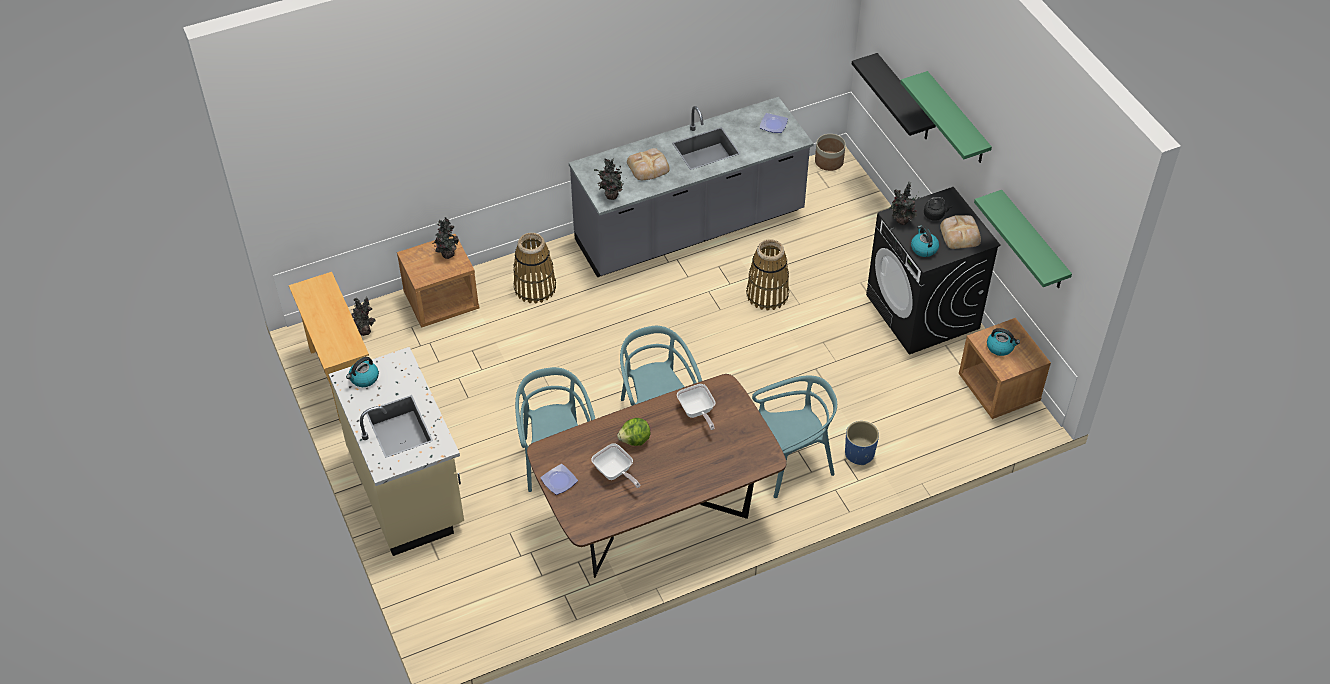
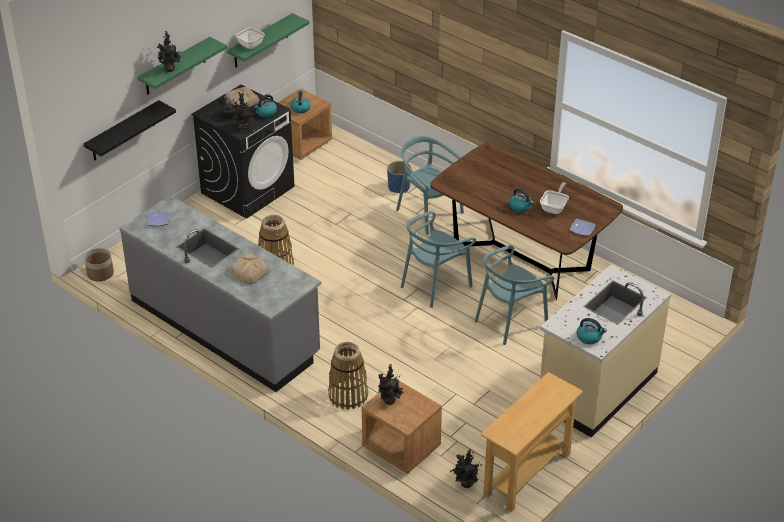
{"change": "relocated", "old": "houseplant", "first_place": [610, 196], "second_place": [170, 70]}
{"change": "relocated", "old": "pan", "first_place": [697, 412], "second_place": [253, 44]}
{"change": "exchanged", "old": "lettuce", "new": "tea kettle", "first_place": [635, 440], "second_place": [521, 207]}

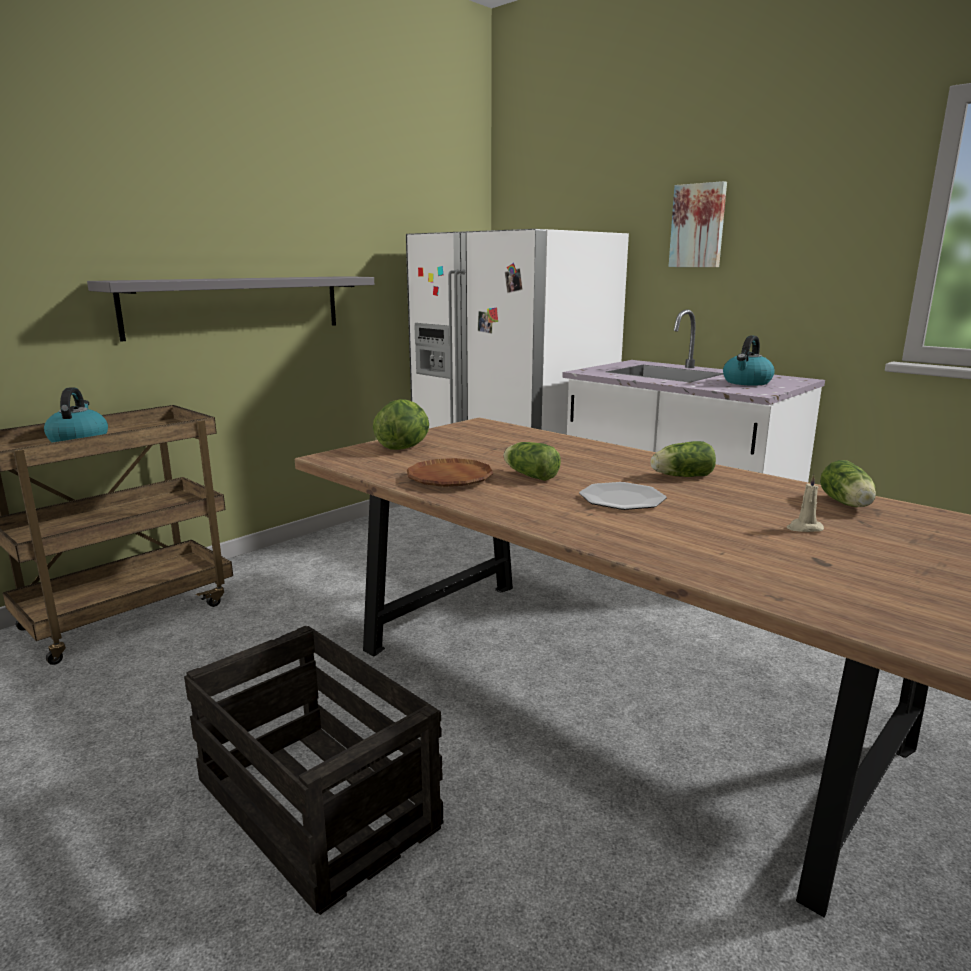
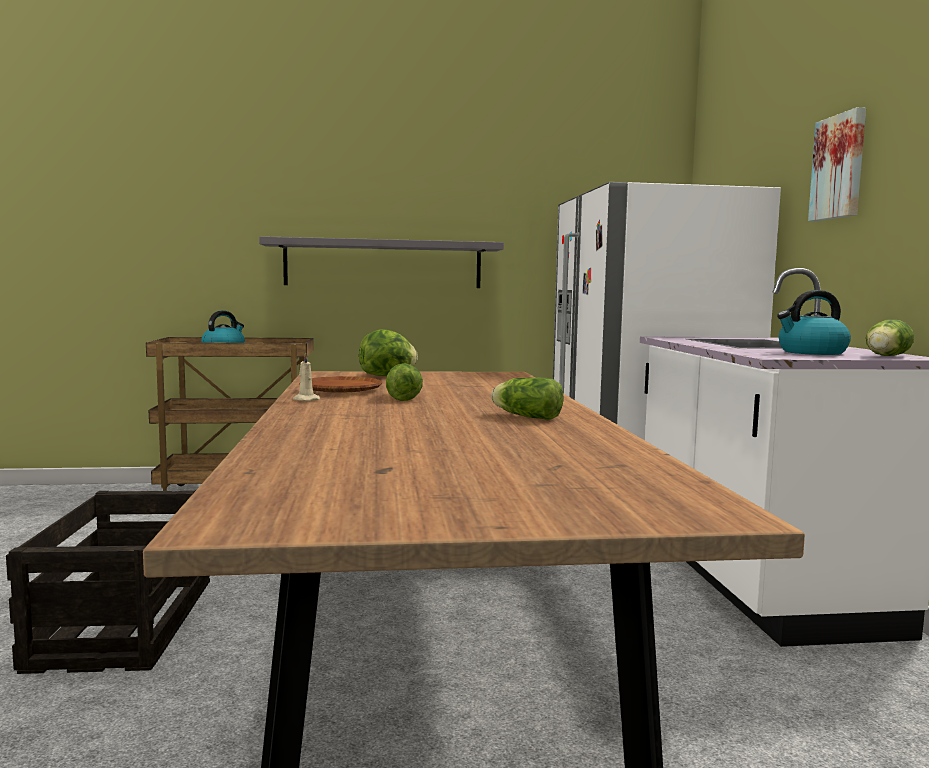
{"change": "relocated", "old": "candle in beige-coloured", "first_place": [804, 528], "second_place": [305, 400]}
{"change": "relocated", "old": "lettuce", "first_place": [847, 504], "second_place": [885, 356]}
{"change": "missing", "old": "dinner plate", "first_place": [622, 499]}

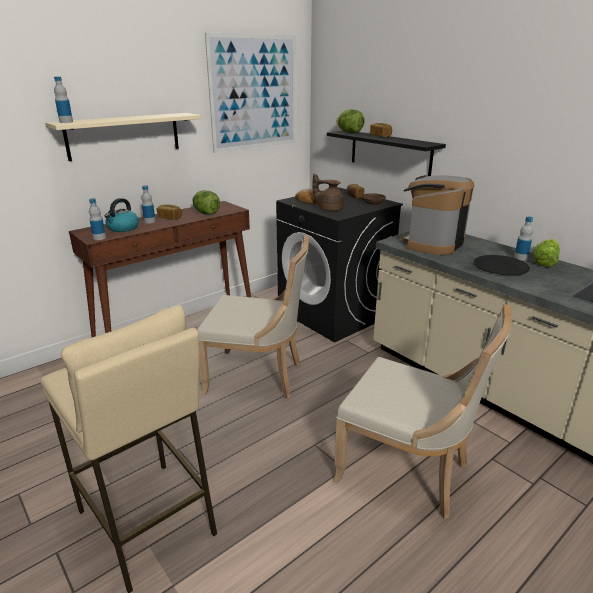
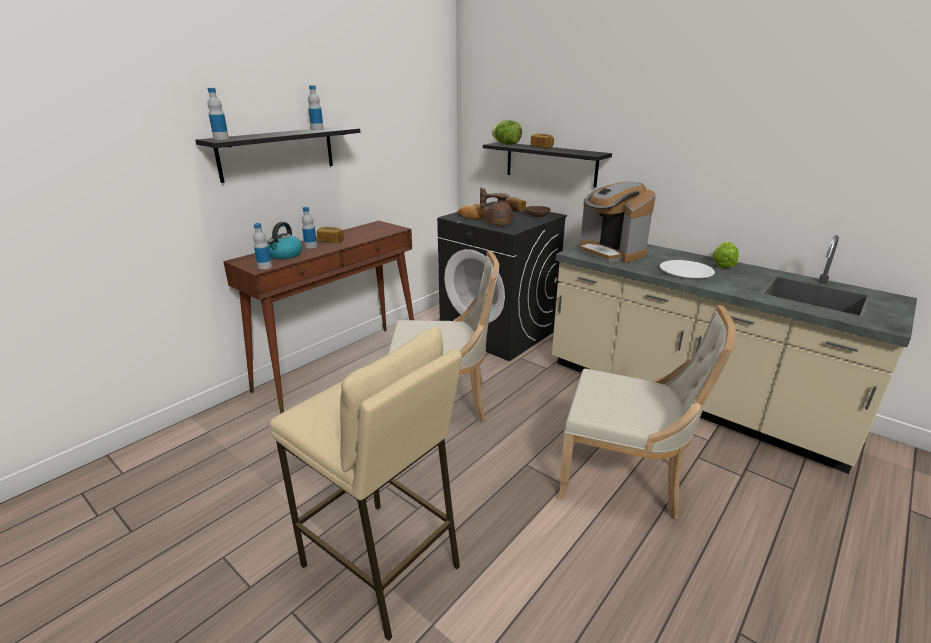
{"change": "colour", "old": "shelf in beige-coloured", "new": "shelf in blackish", "first_place": [124, 136], "second_place": [277, 153]}
{"change": "relocated", "old": "drink bottle", "first_place": [520, 258], "second_place": [317, 129]}
{"change": "spun", "old": "coffee maker", "first_place": [432, 243], "second_place": [611, 252], "degrees": -60}
{"change": "colour", "old": "dinner plate in blackish", "new": "dinner plate in white", "first_place": [500, 267], "second_place": [686, 271]}
{"change": "missing", "old": "lettuce", "first_place": [206, 213]}
{"change": "missing", "old": "wall art", "first_place": [254, 93]}

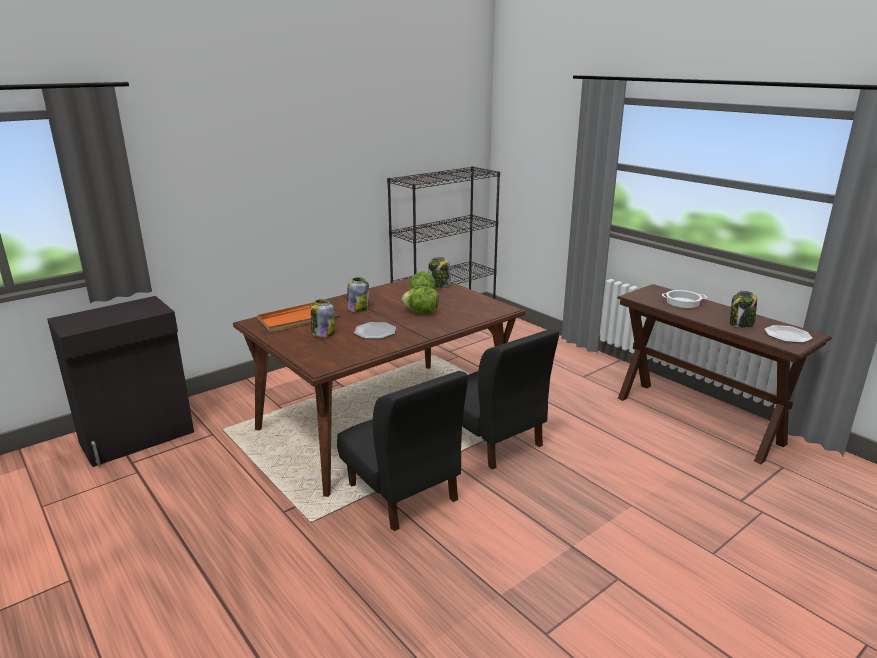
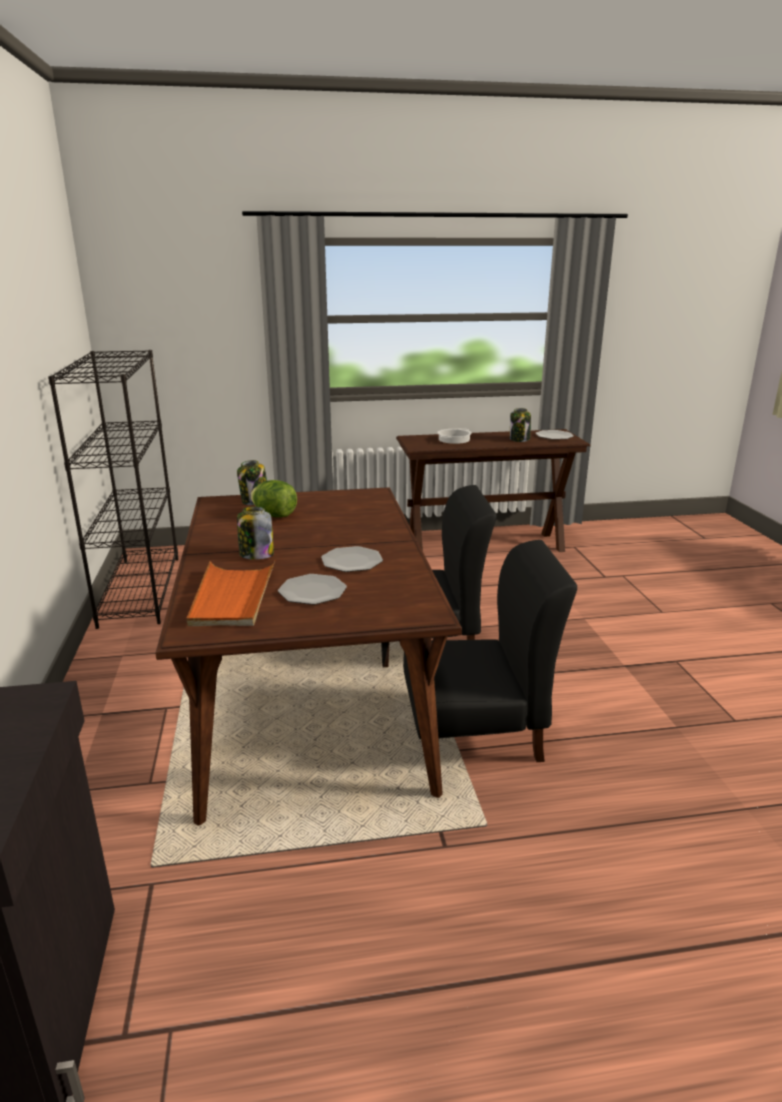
{"change": "exchanged", "old": "preserve jar", "new": "dinner plate", "first_place": [323, 333], "second_place": [312, 591]}
{"change": "missing", "old": "lettuce", "first_place": [421, 312]}

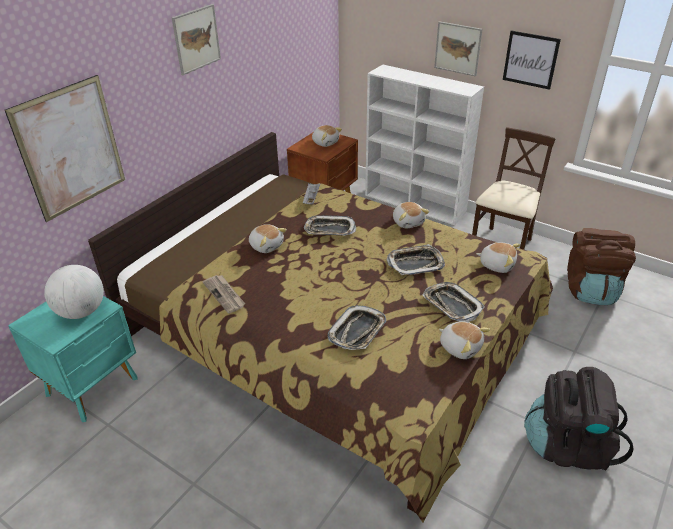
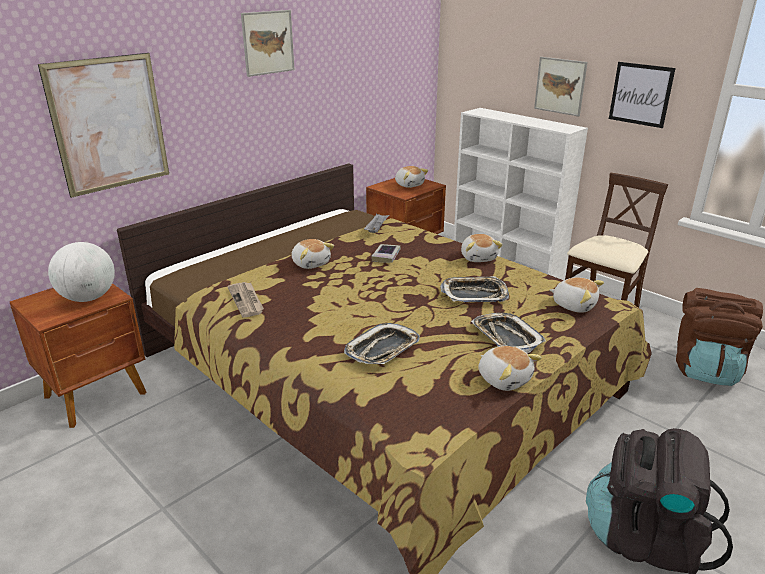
{"change": "colour", "old": "bedside table in turquoise-coloured", "new": "bedside table in brownish", "first_place": [94, 386], "second_place": [97, 395]}
{"change": "exchanged", "old": "serving tray", "new": "volume", "first_place": [329, 230], "second_place": [386, 256]}

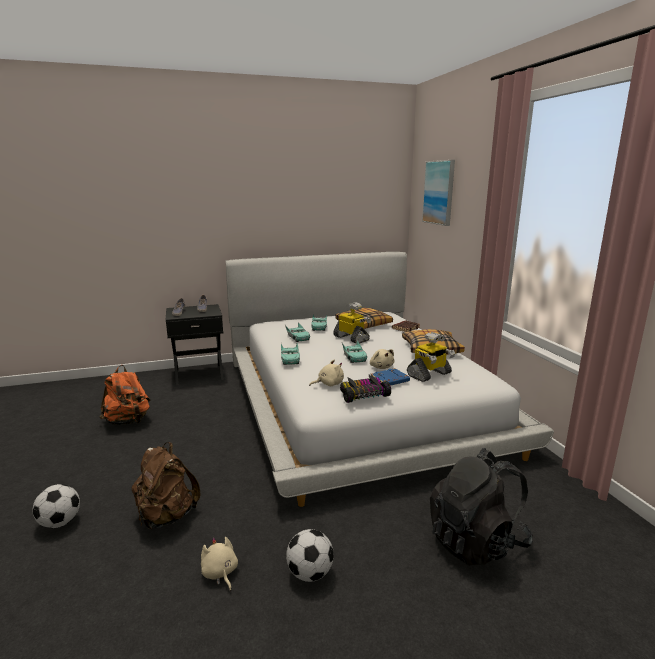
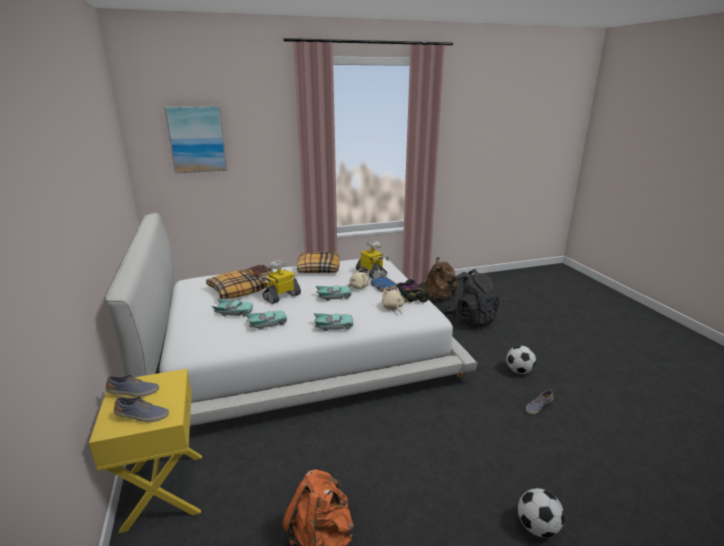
{"change": "colour", "old": "bedside table in blackish", "new": "bedside table in yellow", "first_place": [199, 373], "second_place": [162, 491]}
{"change": "relocated", "old": "rucksack in brownish", "first_place": [166, 516], "second_place": [439, 298]}
{"change": "exchanged", "old": "plush toy in beige-coloured", "new": "item of footwear", "first_place": [220, 573], "second_place": [538, 406]}

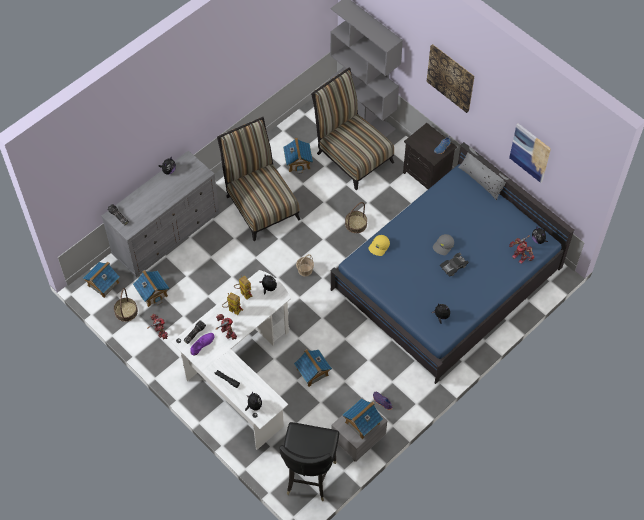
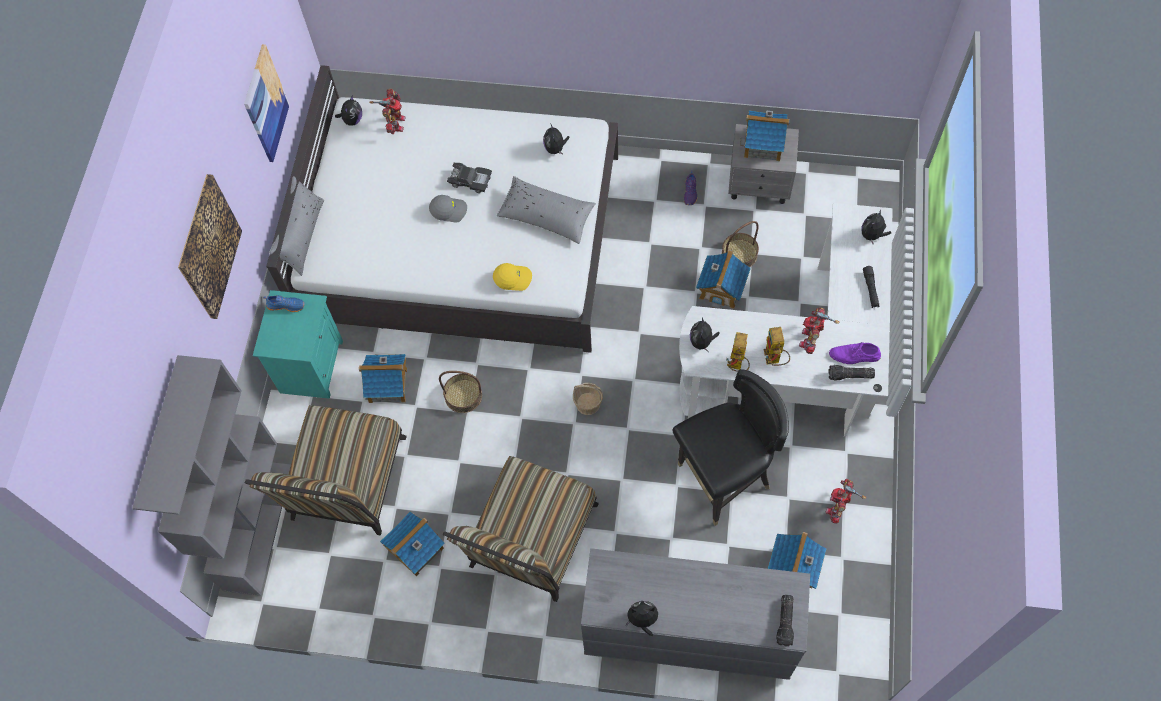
{"change": "colour", "old": "bedside table in blackish", "new": "bedside table in turquoise-coloured", "first_place": [427, 175], "second_place": [310, 365]}
{"change": "colour", "old": "sleeping bed in blue-coloured", "new": "sleeping bed in white", "first_place": [447, 278], "second_place": [460, 237]}
{"change": "relocated", "old": "toy house", "first_place": [103, 284], "second_place": [388, 385]}
{"change": "appeared", "new": "throw pillow in gray", "second_place": [546, 215]}
{"change": "relocated", "old": "plain chair in blackish", "first_place": [309, 476], "second_place": [723, 481]}
{"change": "relocated", "old": "storage basket", "first_place": [126, 311], "second_place": [739, 254]}

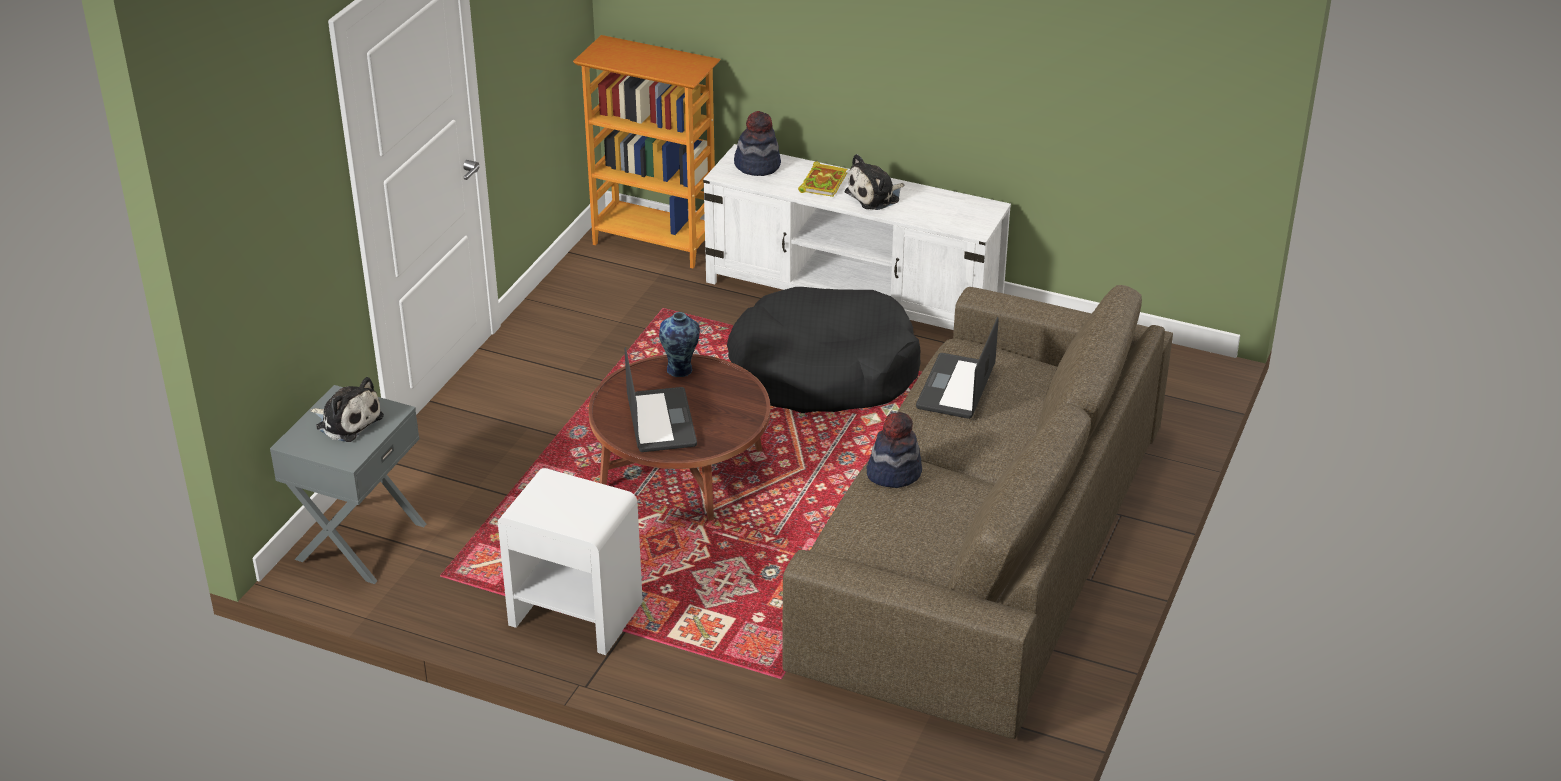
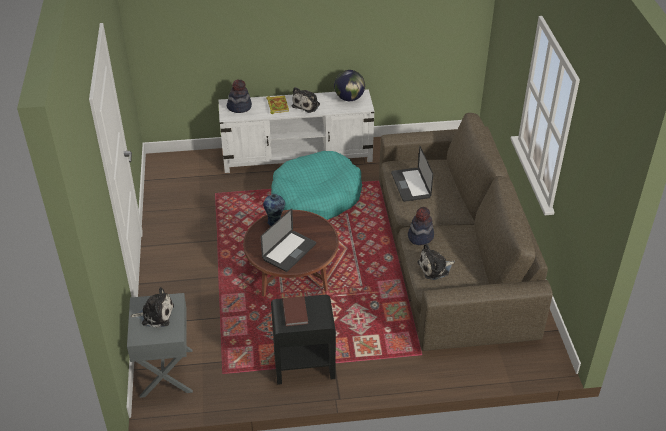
{"change": "spun", "old": "portable computer", "first_place": [661, 421], "second_place": [289, 252], "degrees": 75}
{"change": "colour", "old": "dog cushion in blackish", "new": "dog cushion in turquoise-coloured", "first_place": [823, 371], "second_place": [315, 198]}
{"change": "colour", "old": "bedside table in white", "new": "bedside table in blackish", "first_place": [574, 614], "second_place": [303, 364]}
{"change": "appeared", "new": "volume in brownish", "second_place": [296, 311]}
{"change": "appeared", "new": "globe", "second_place": [349, 98]}
{"change": "appeared", "new": "plush toy", "second_place": [435, 268]}
{"change": "missing", "old": "bookcase", "first_place": [655, 242]}

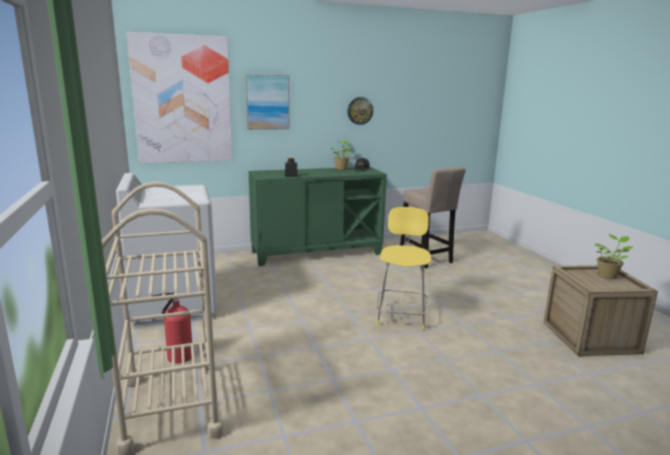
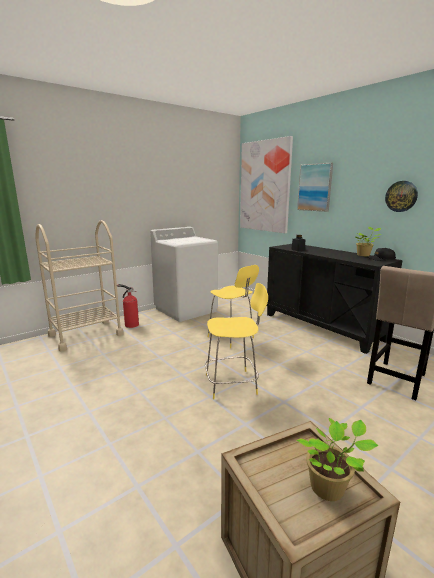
{"change": "appeared", "new": "stool in yellow", "second_place": [232, 338]}
{"change": "colour", "old": "cabinet in greenish", "new": "cabinet in blackish", "first_place": [316, 252], "second_place": [322, 327]}

